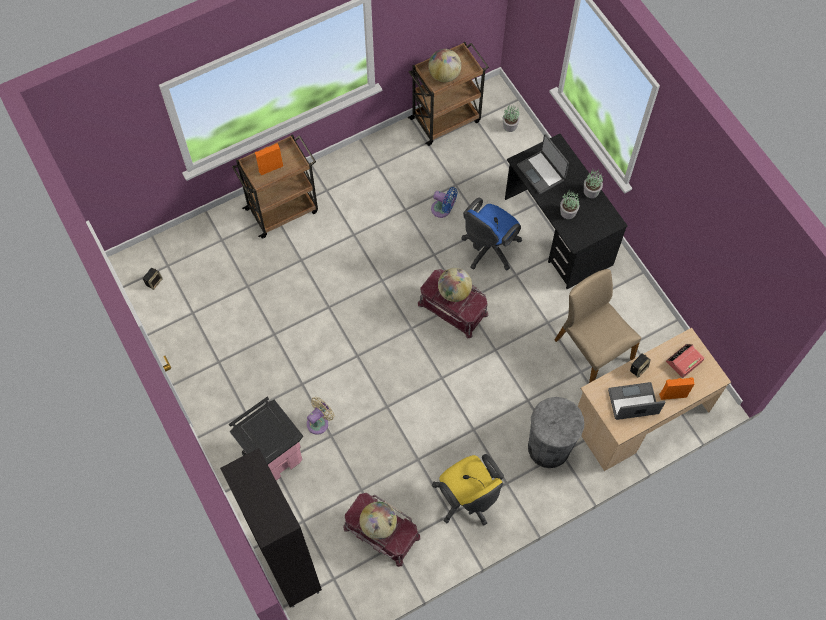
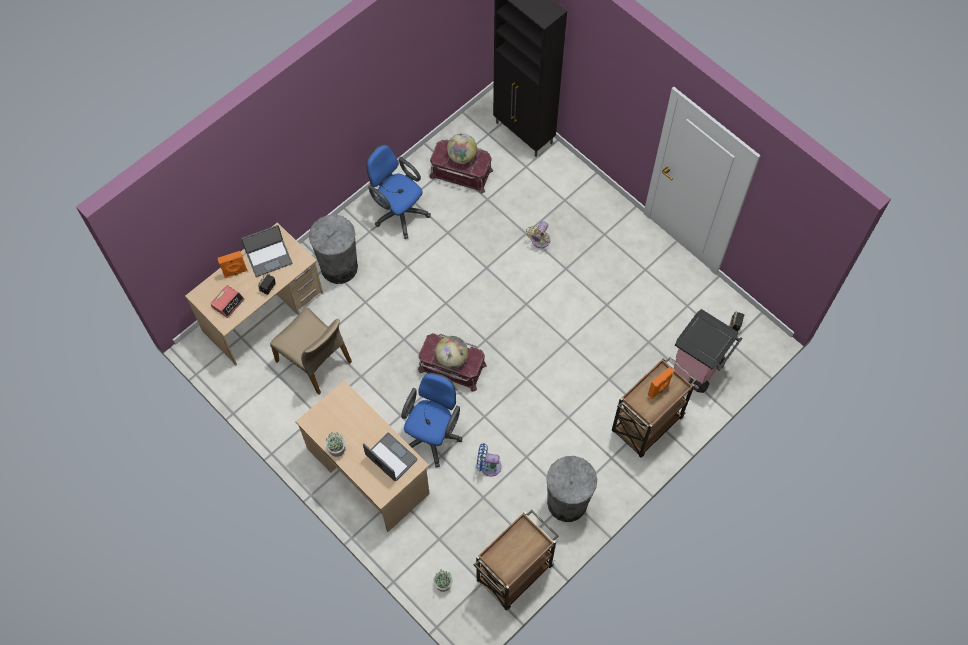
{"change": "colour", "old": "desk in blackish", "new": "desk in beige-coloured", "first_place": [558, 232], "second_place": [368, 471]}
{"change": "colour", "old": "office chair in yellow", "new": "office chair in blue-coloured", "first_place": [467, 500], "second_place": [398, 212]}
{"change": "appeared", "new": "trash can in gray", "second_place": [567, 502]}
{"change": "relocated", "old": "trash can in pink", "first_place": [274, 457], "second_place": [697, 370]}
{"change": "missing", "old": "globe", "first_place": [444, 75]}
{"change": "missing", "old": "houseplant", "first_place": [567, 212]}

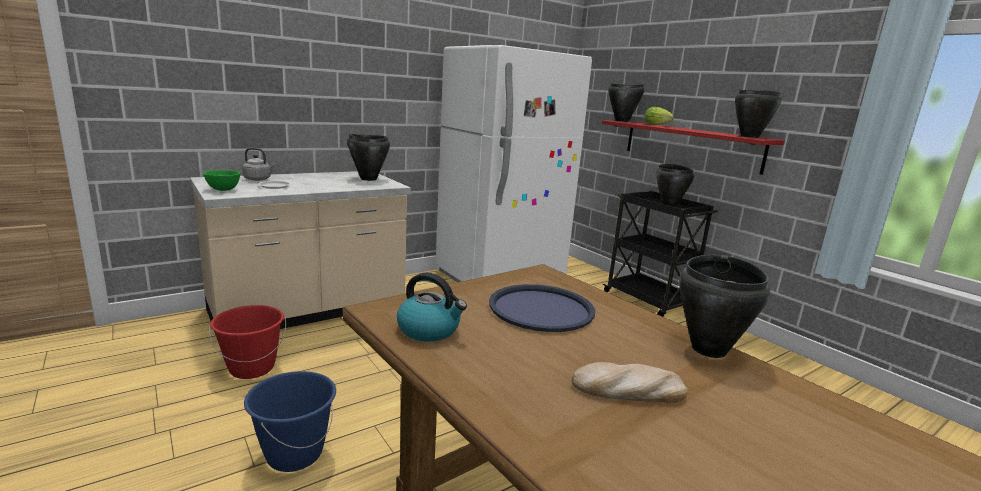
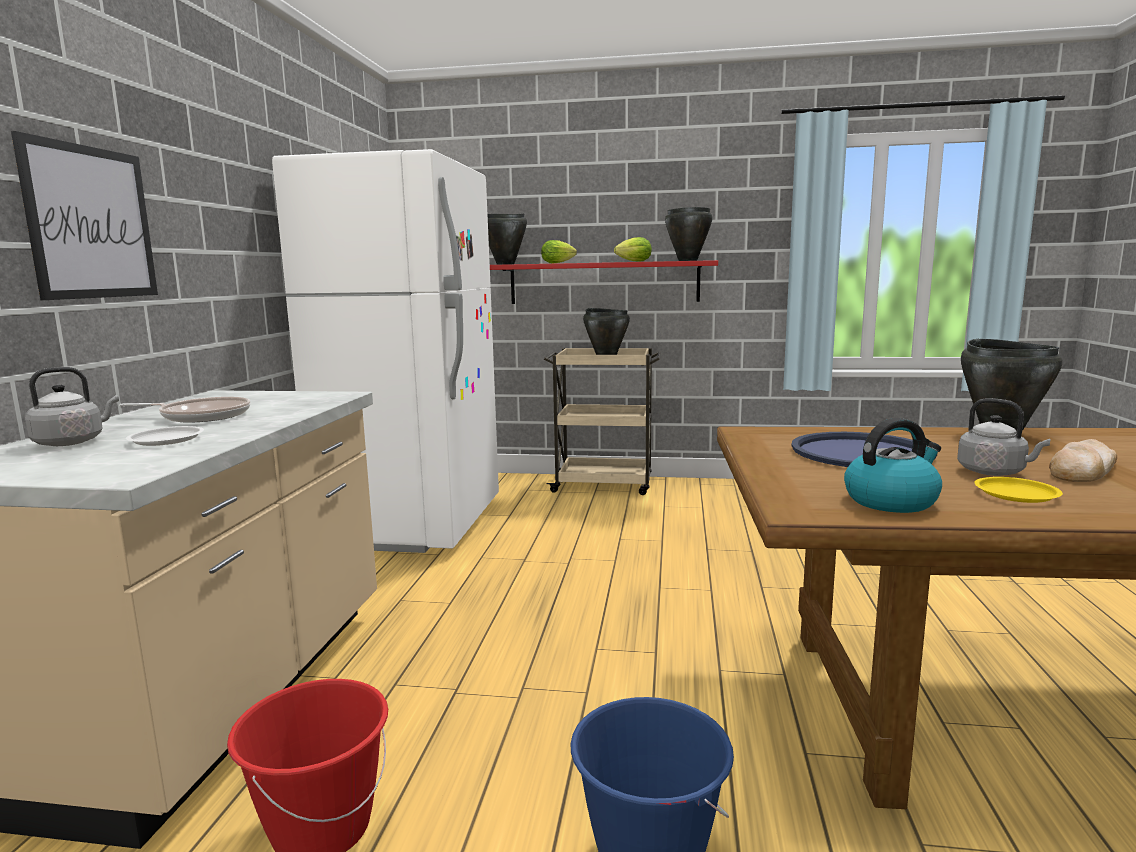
{"change": "appeared", "new": "wall art", "second_place": [91, 223]}
{"change": "appeared", "new": "pan", "second_place": [201, 416]}
{"change": "colour", "old": "cart in blackish", "new": "cart in beige-coloured", "first_place": [648, 301], "second_place": [604, 485]}
{"change": "appeared", "new": "lettuce", "second_place": [632, 261]}
{"change": "appeared", "new": "tea kettle in gray", "second_place": [994, 472]}
{"change": "appeared", "new": "dinner plate in yellow", "second_place": [1015, 494]}
{"change": "missing", "old": "serving bowl in greenish", "first_place": [223, 189]}
{"change": "missing", "old": "saucepot in blackish", "first_place": [368, 179]}

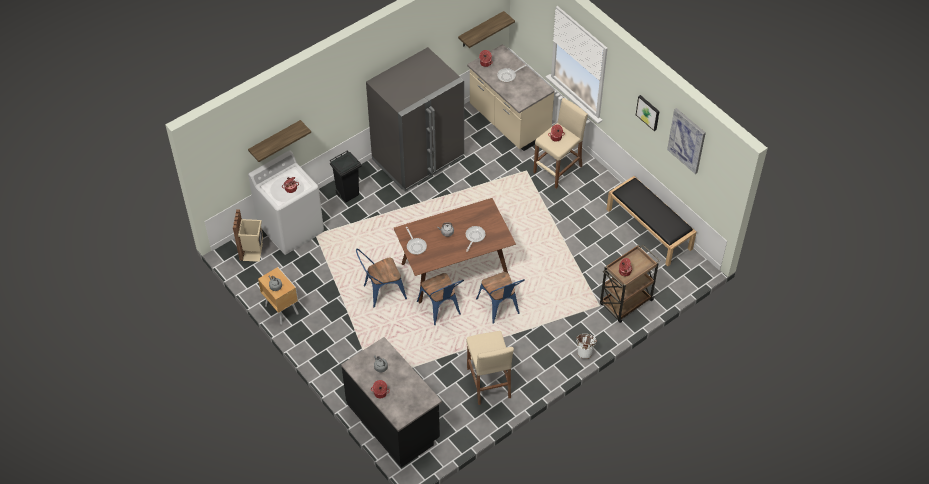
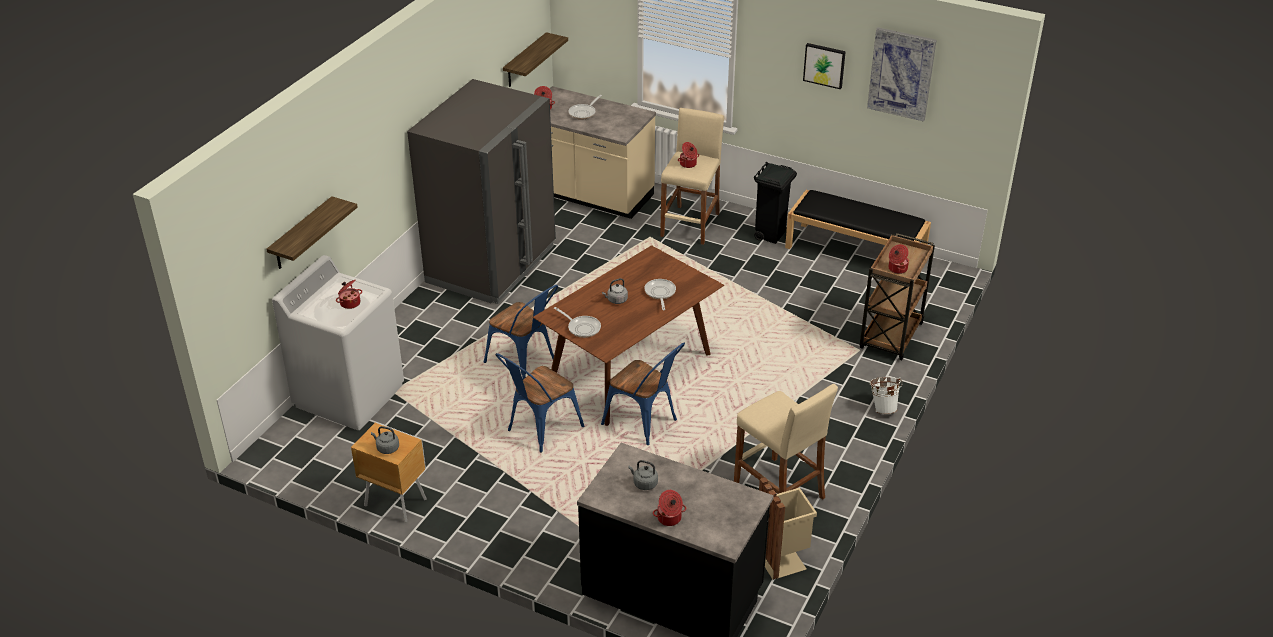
{"change": "relocated", "old": "plain chair in blue-coloured", "first_place": [500, 308], "second_place": [525, 363]}
{"change": "relocated", "old": "trash can in blackish", "first_place": [348, 194], "second_place": [770, 235]}
{"change": "relocated", "old": "trash can in beige-coloured", "first_place": [252, 251], "second_place": [782, 558]}

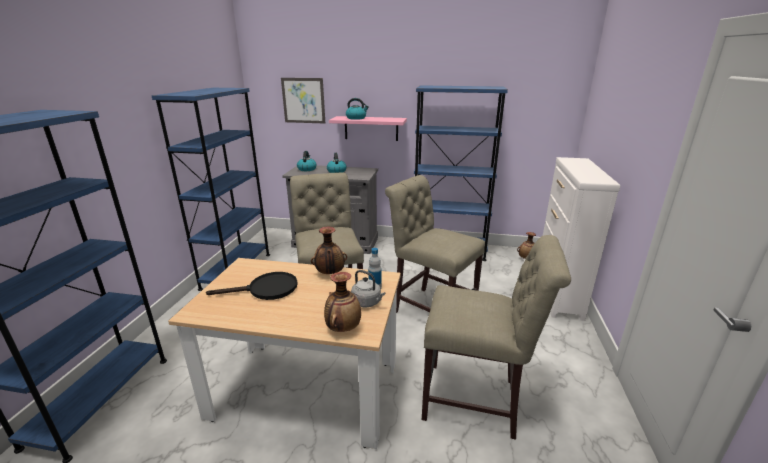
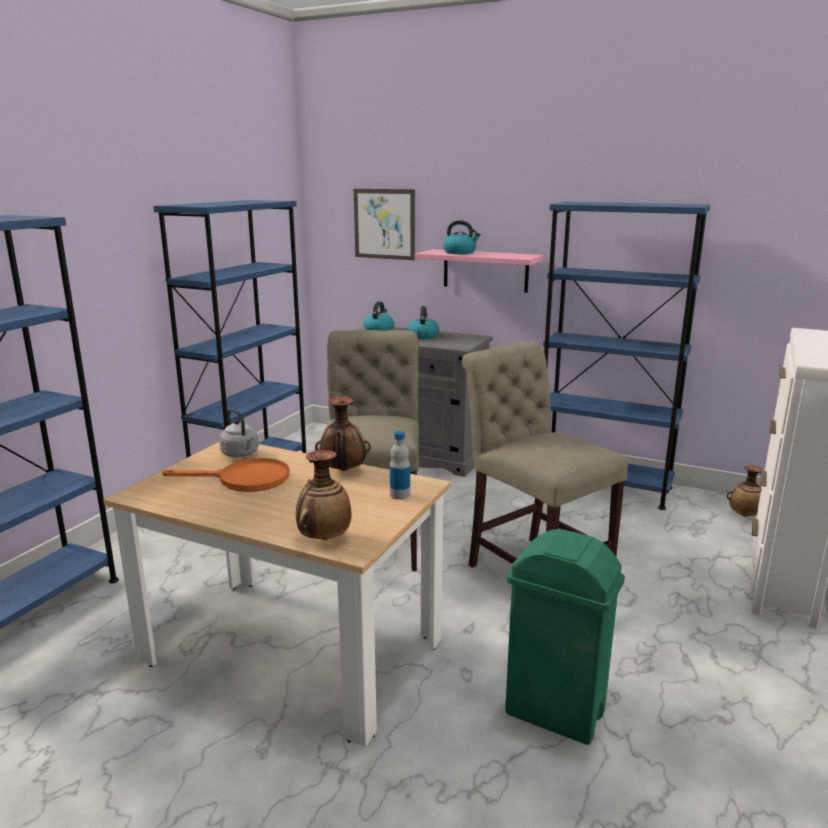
{"change": "colour", "old": "pan in blackish", "new": "pan in orangey", "first_place": [266, 289], "second_place": [244, 480]}
{"change": "relocated", "old": "tea kettle in gray", "first_place": [367, 302], "second_place": [241, 454]}
{"change": "exchanged", "old": "plain chair in beige-coloured", "new": "trash can in greenish", "first_place": [476, 400], "second_place": [555, 714]}

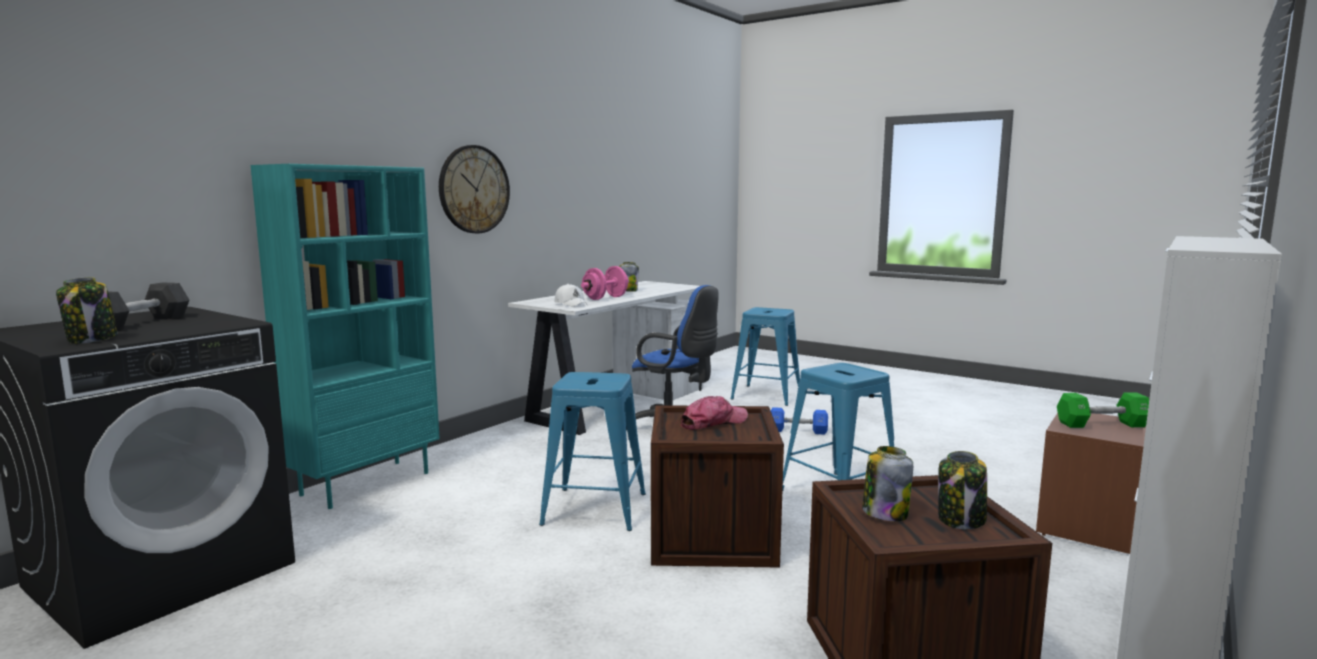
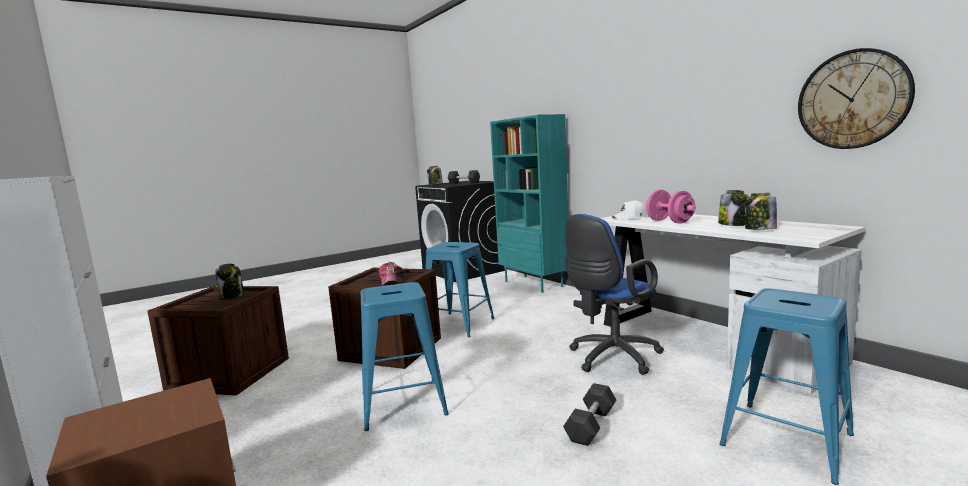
{"change": "colour", "old": "hand weight in blue-coloured", "new": "hand weight in blackish", "first_place": [798, 431], "second_place": [591, 425]}
{"change": "relocated", "old": "preserve jar", "first_place": [961, 520], "second_place": [759, 229]}
{"change": "relocated", "old": "hanging clock", "first_place": [474, 189], "second_place": [852, 100]}
{"change": "missing", "old": "hand weight in greenish", "first_place": [1102, 424]}

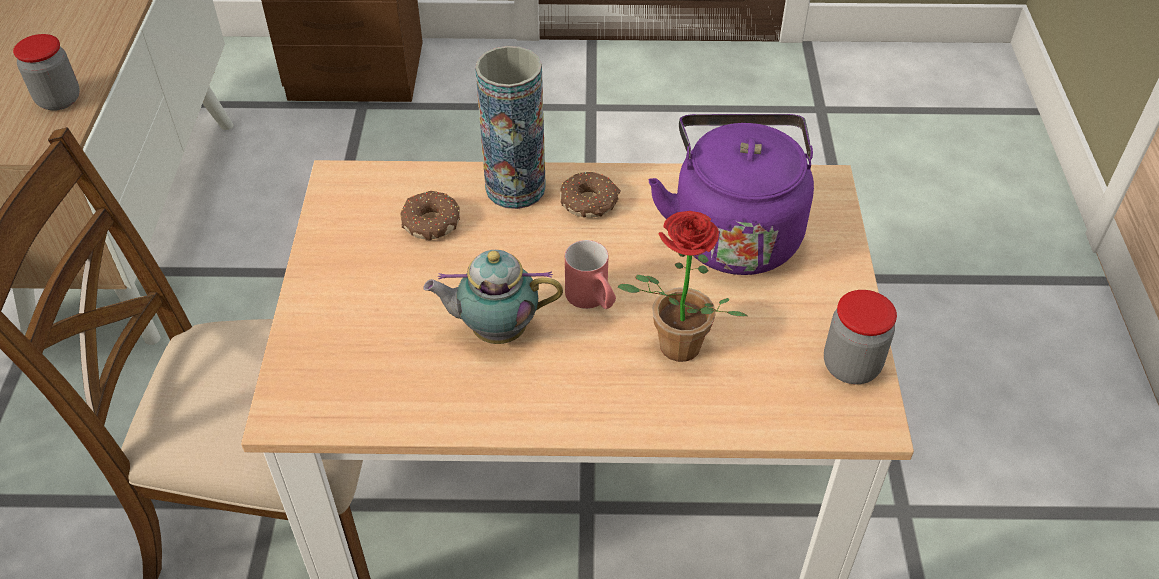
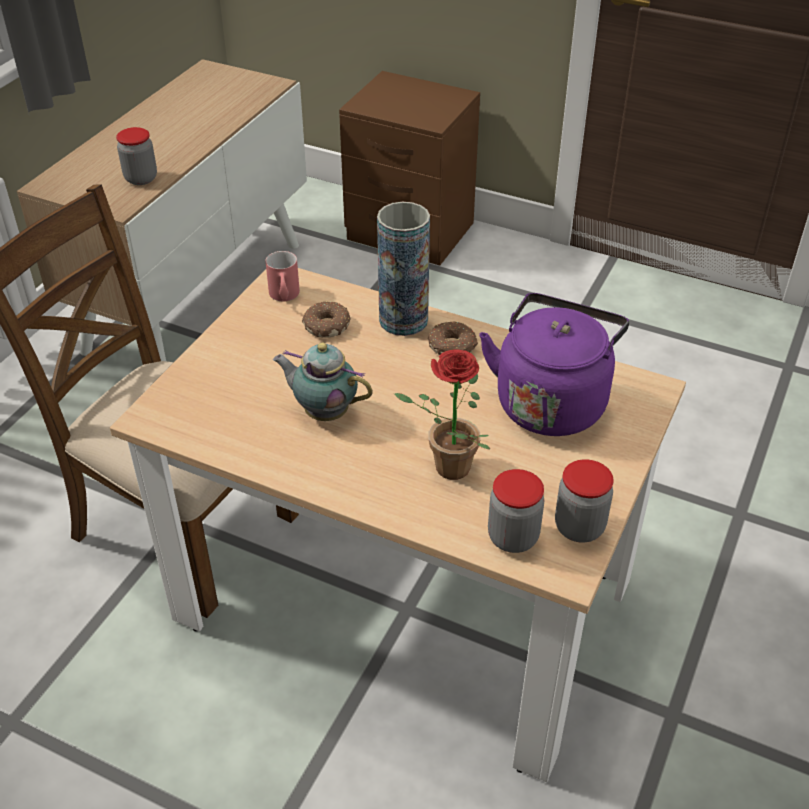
{"change": "relocated", "old": "tea mug in reddish", "first_place": [592, 300], "second_place": [284, 297]}
{"change": "appeared", "new": "preserve jar", "second_place": [513, 537]}

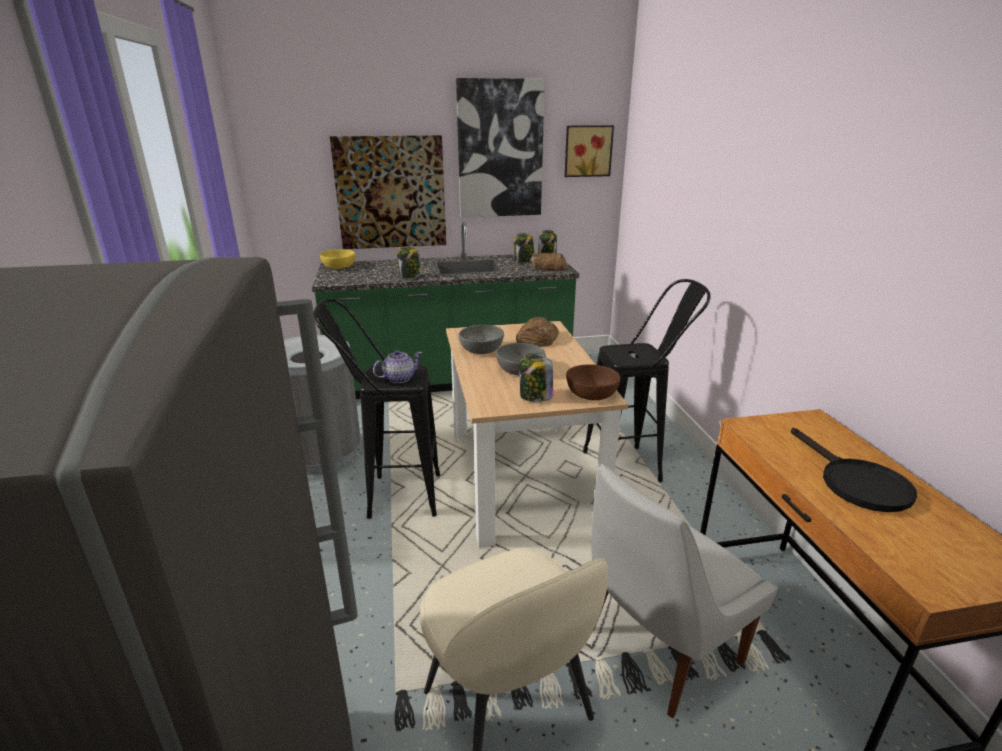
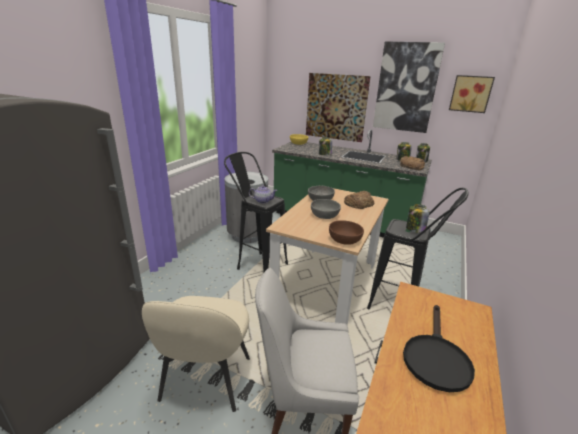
{"change": "relocated", "old": "preserve jar", "first_place": [535, 397], "second_place": [415, 229]}

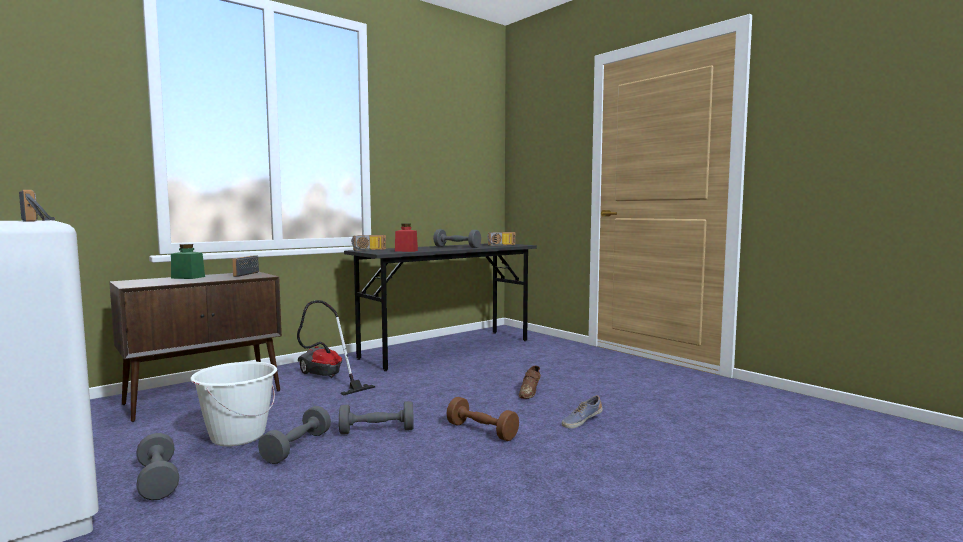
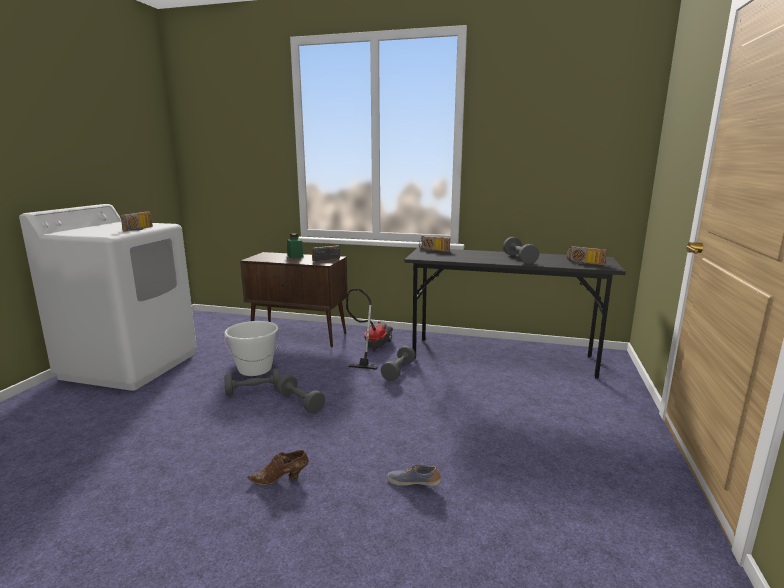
{"change": "relocated", "old": "item of footwear in brownish", "first_place": [530, 393], "second_place": [281, 479]}
{"change": "relocated", "old": "hand weight in gray", "first_place": [158, 480], "second_place": [398, 371]}
{"change": "missing", "old": "preserve jar in reddish", "first_place": [406, 251]}
{"change": "missing", "old": "hand weight in brownish", "first_place": [482, 431]}

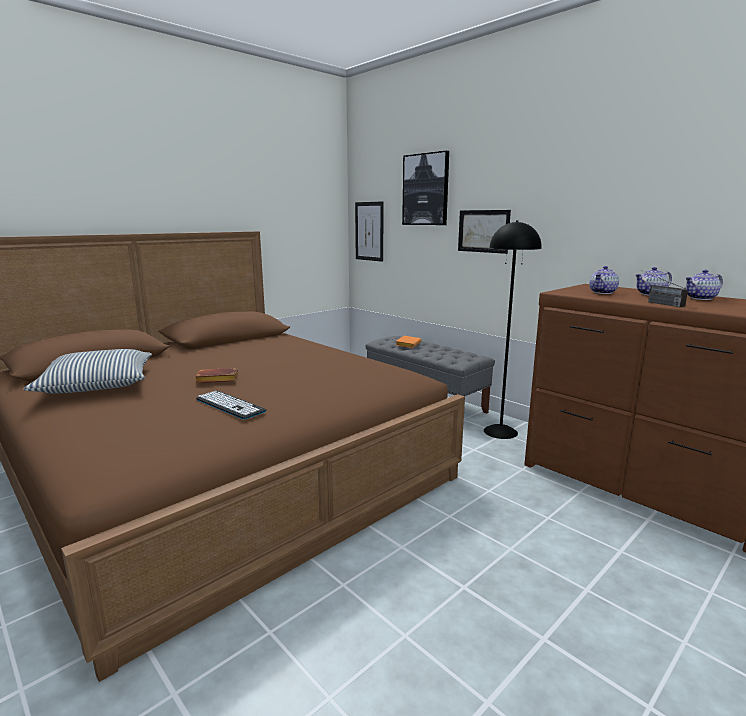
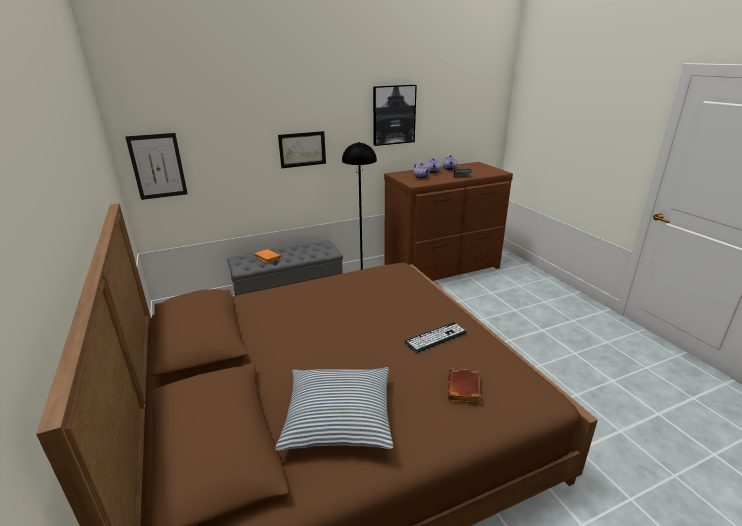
{"change": "relocated", "old": "wall art", "first_place": [426, 189], "second_place": [393, 115]}
{"change": "relocated", "old": "volume in brownish", "first_place": [216, 380], "second_place": [465, 390]}

